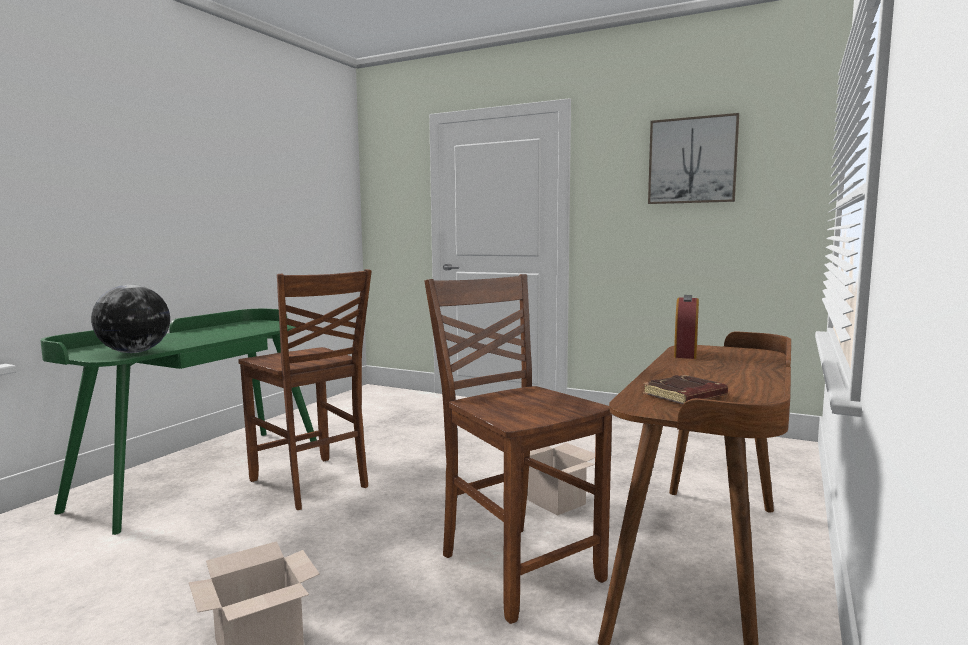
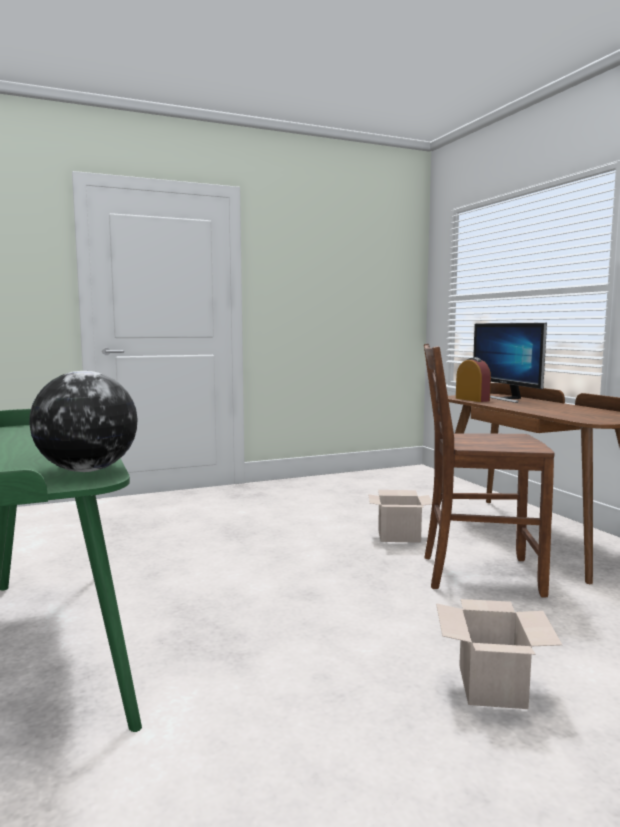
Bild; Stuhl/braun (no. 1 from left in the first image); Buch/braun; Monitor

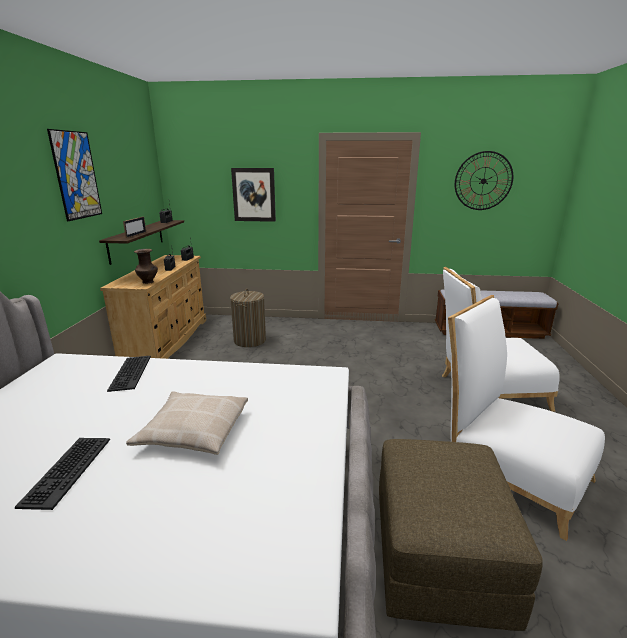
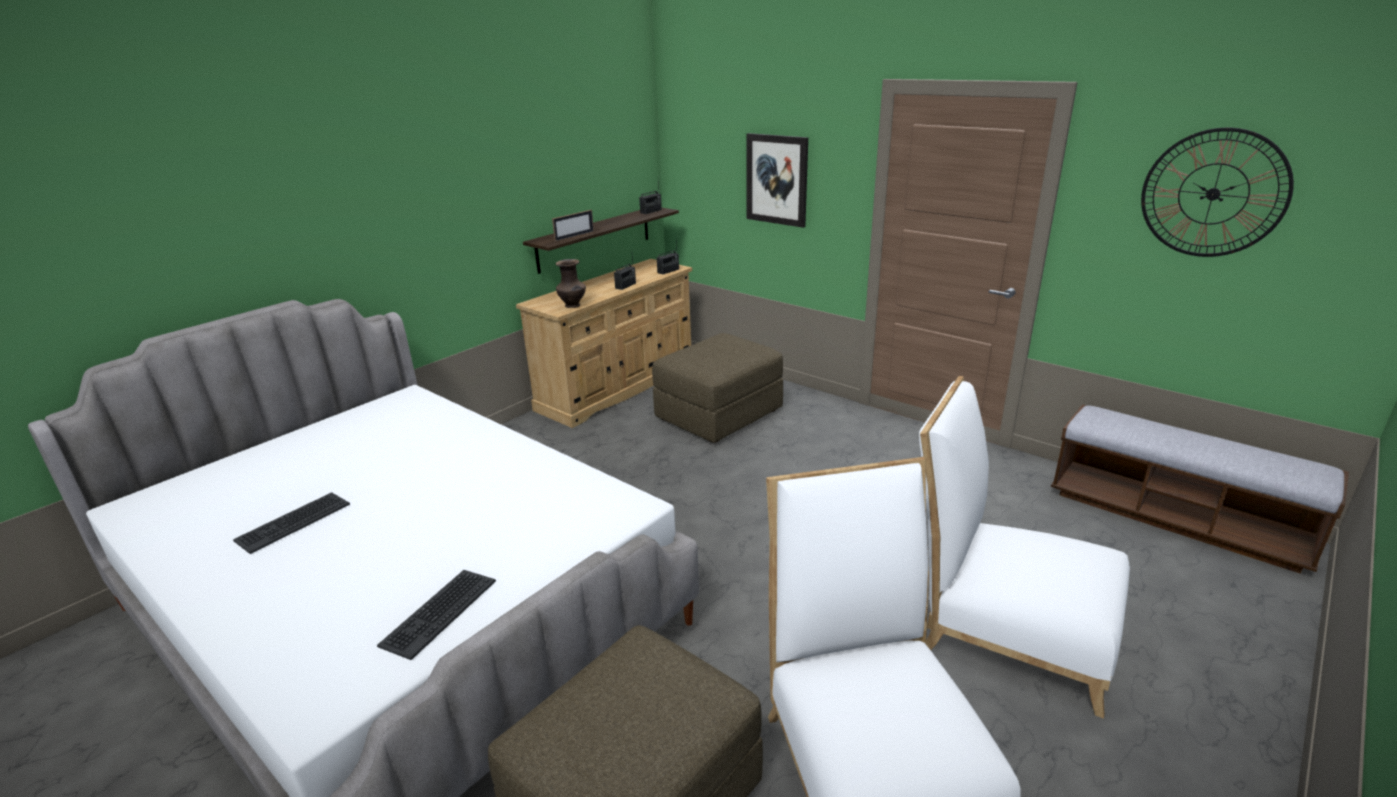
Bild (no. 1 from left in the first image); Polsterhocker/braun (no. 2 from left); Tastatur (no. 2 from left); Kissen/beige

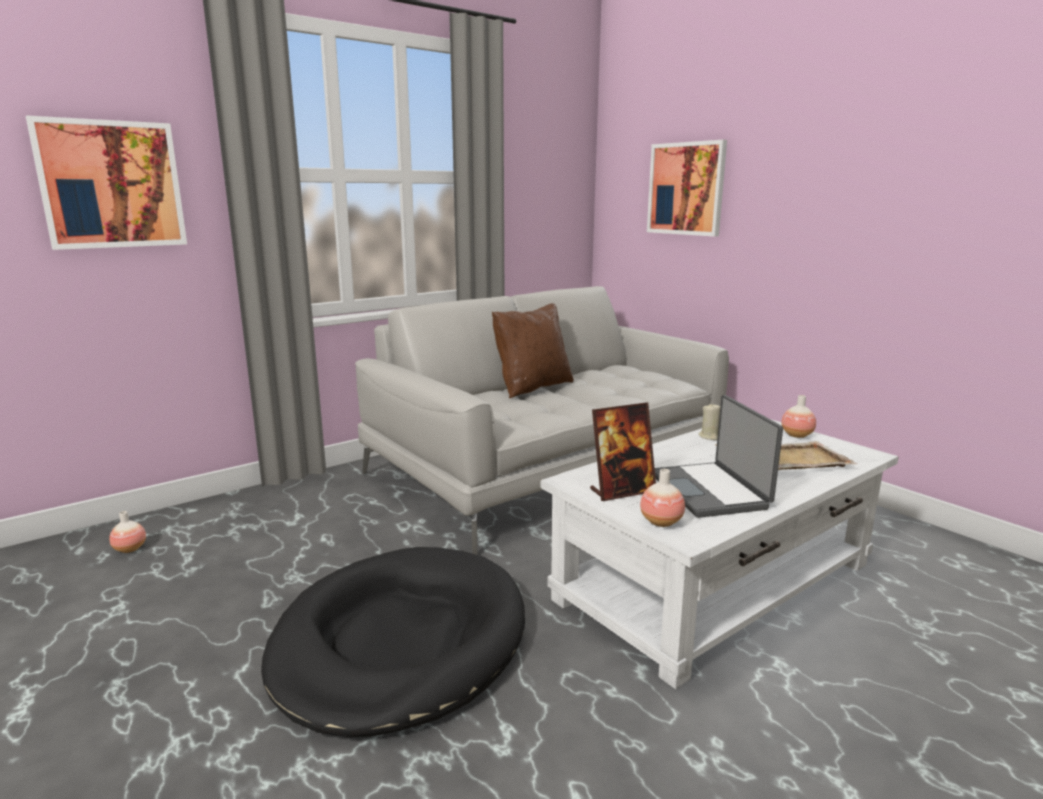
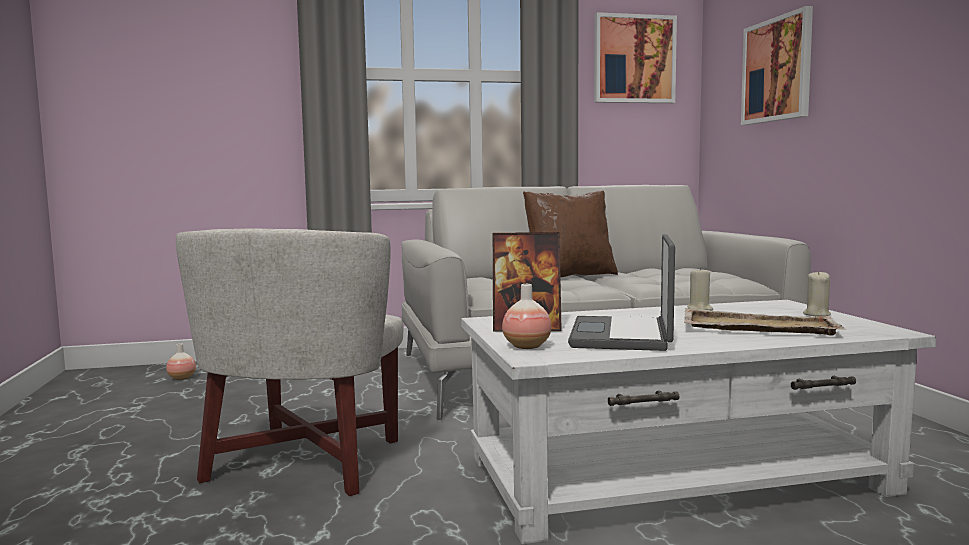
Bild (no. 1 from left); Kerze/beige (no. 2 from left); Sessel/weiß

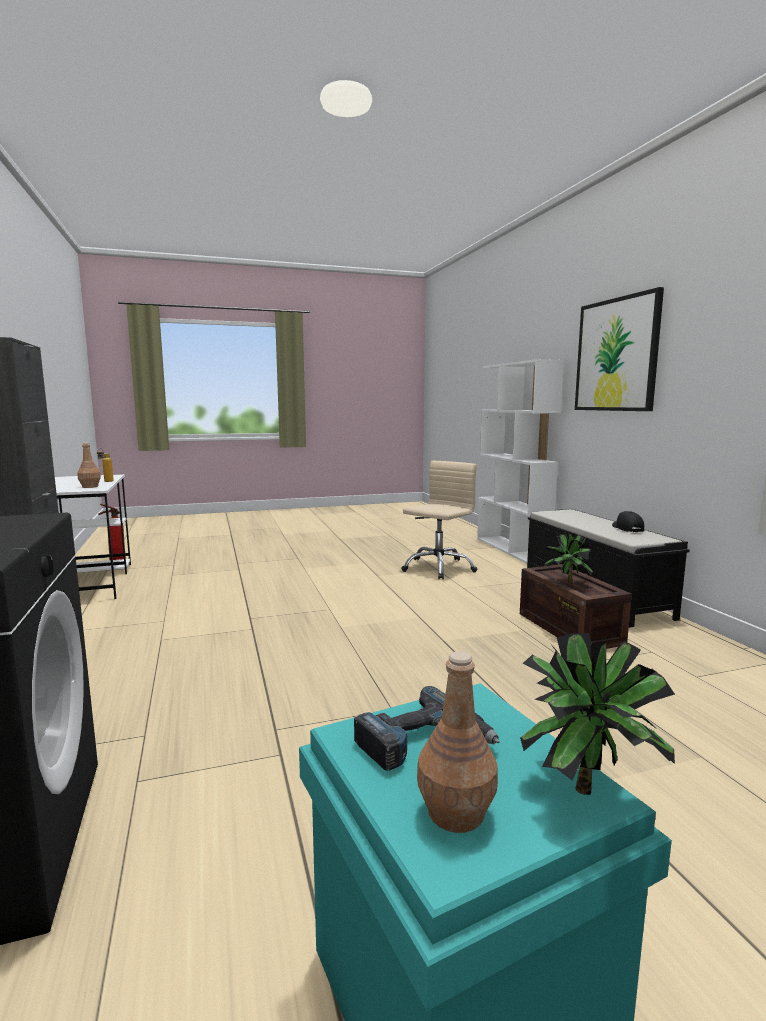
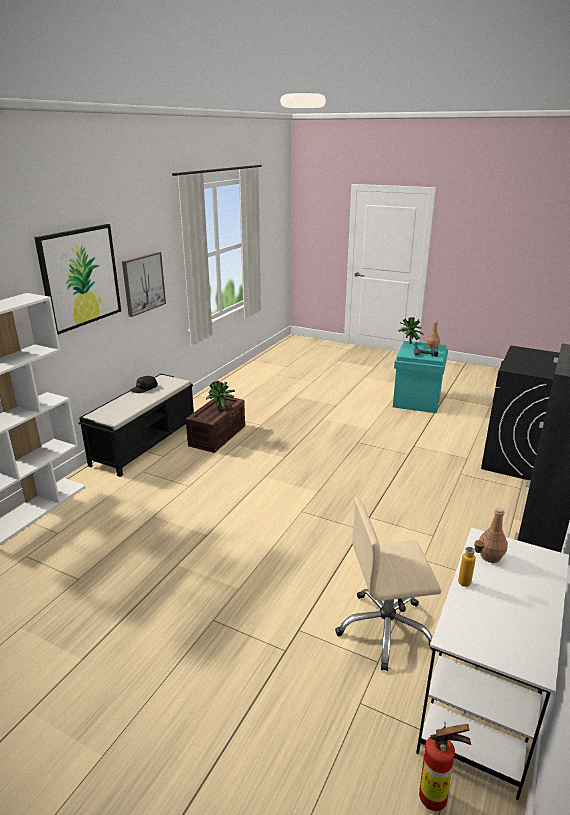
Bürostuhl/beige; Bild (no. 2 from left)

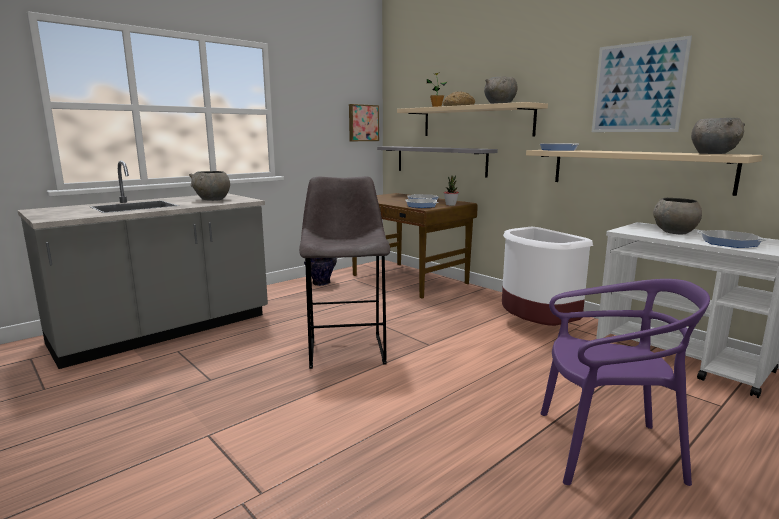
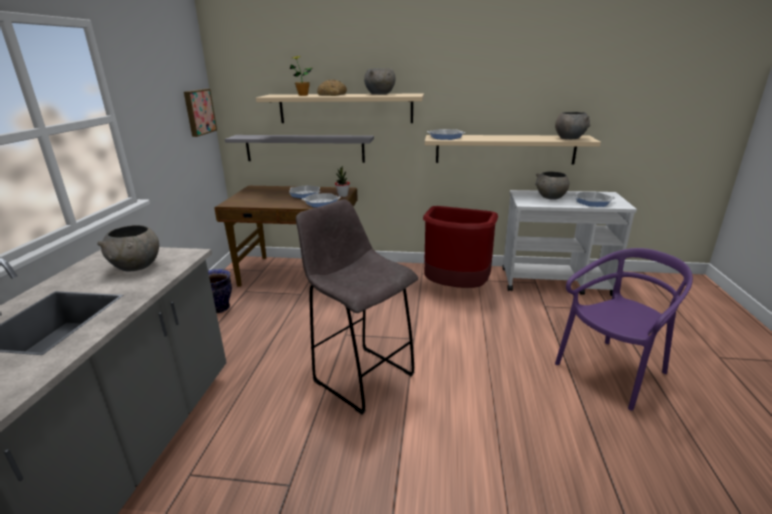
Bild (no. 2 from left in the first image); Mülleimer/rot

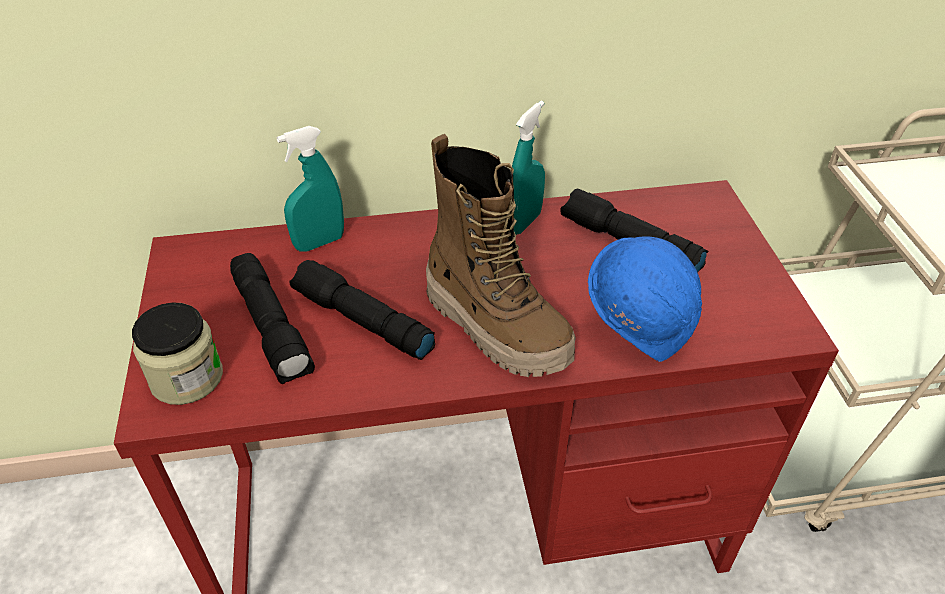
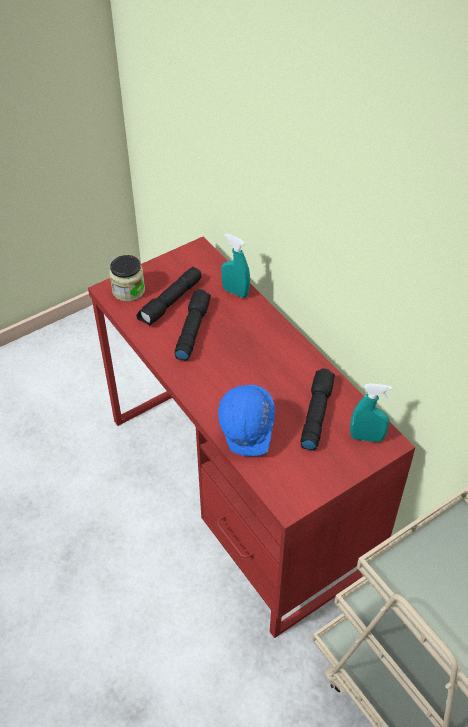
Sprühflasche/türkis (no. 2 from left); Stiefel

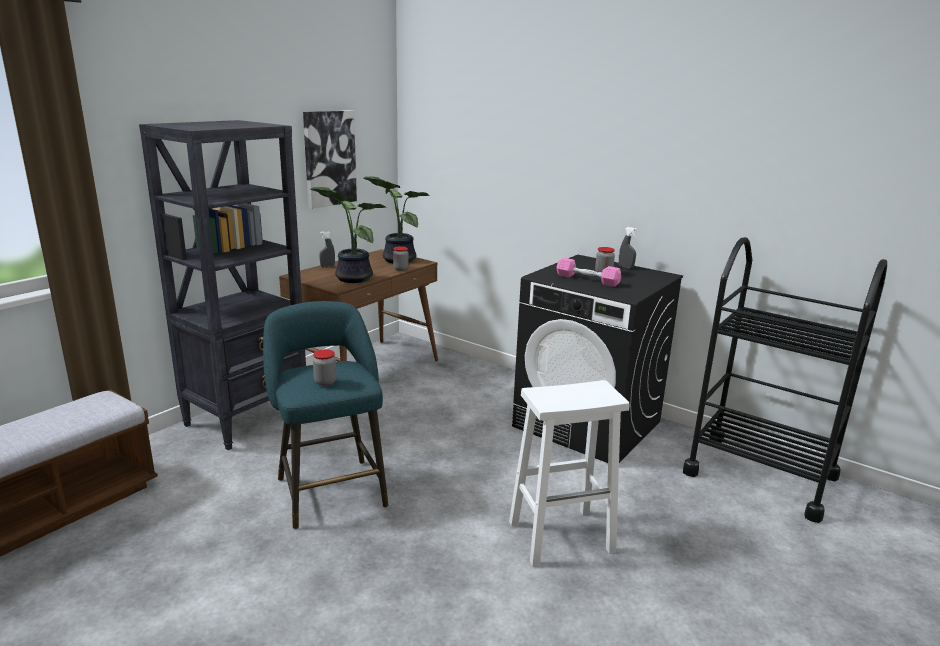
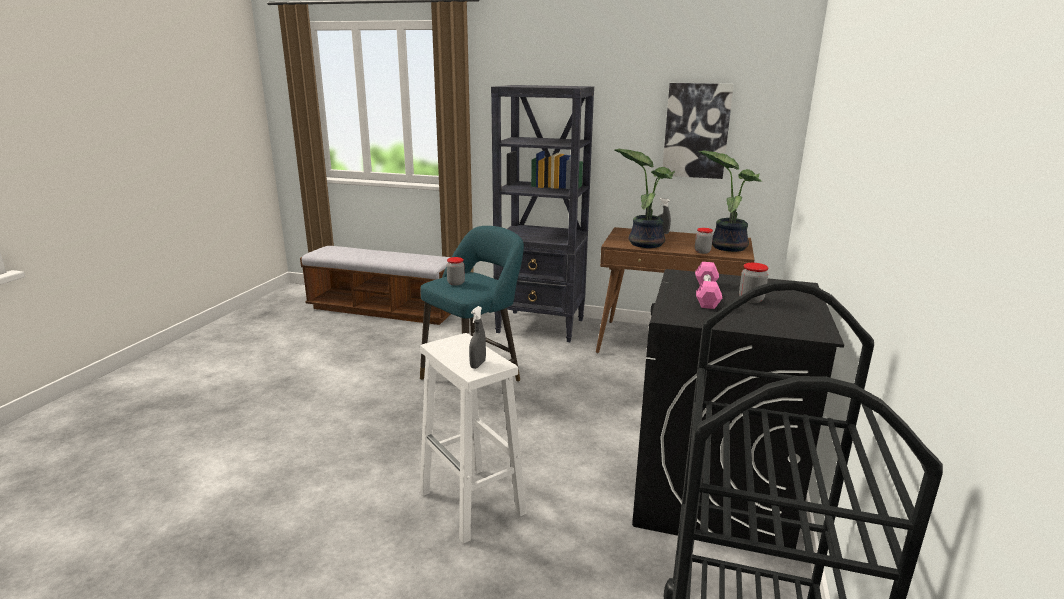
Sprühflasche/grau (no. 1 from left)

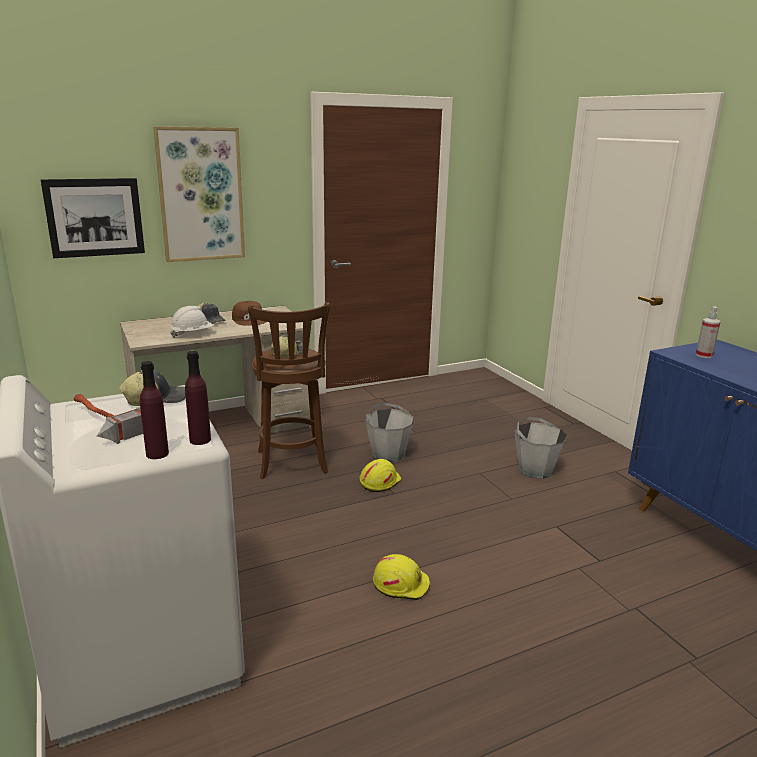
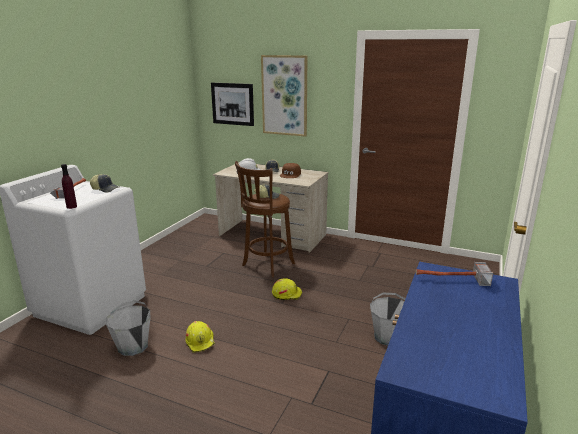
Hammer (no. 2 from left); Flasche/lila (no. 1 from left in the first image); Eimer/grau (no. 1 from left)

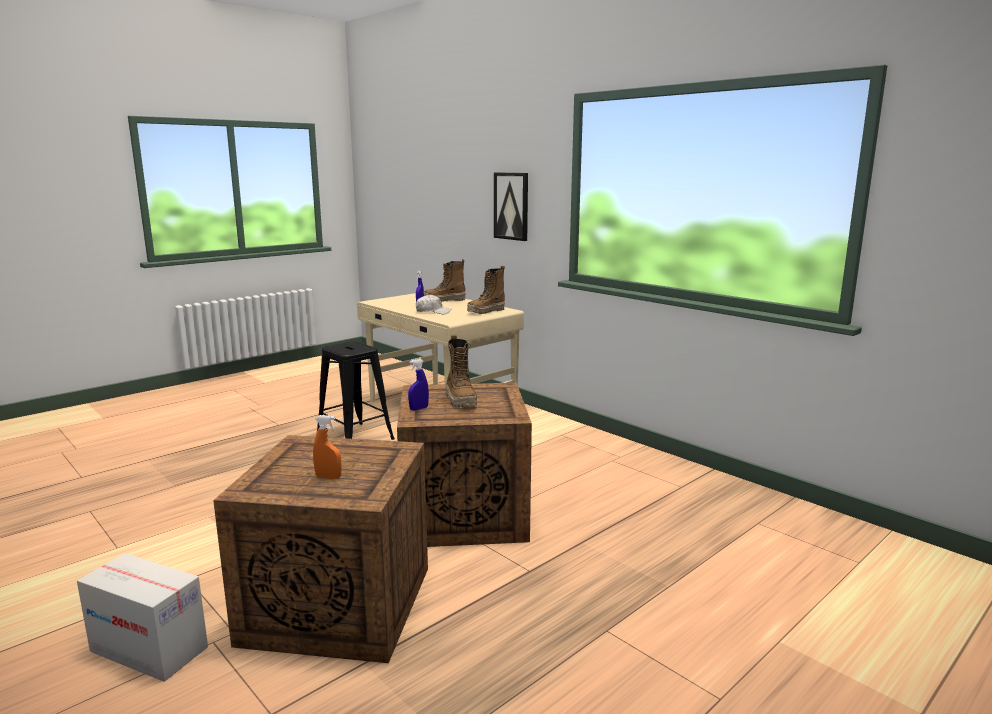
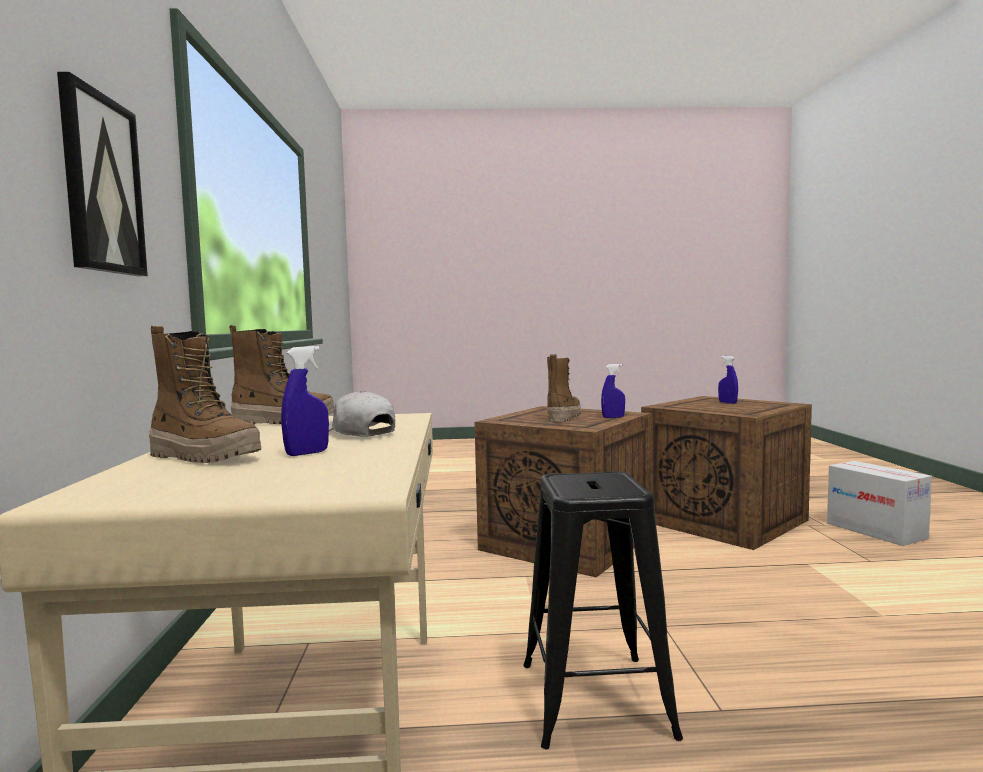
Sprühflasche/blau (no. 3 from left)

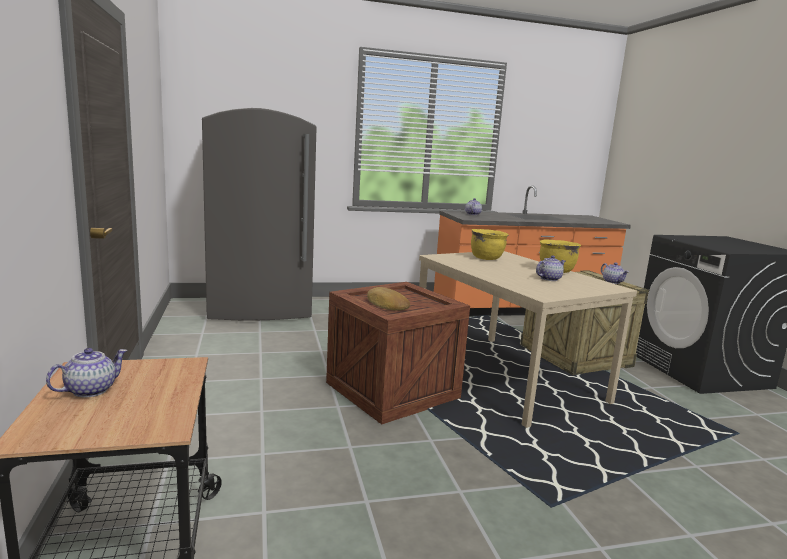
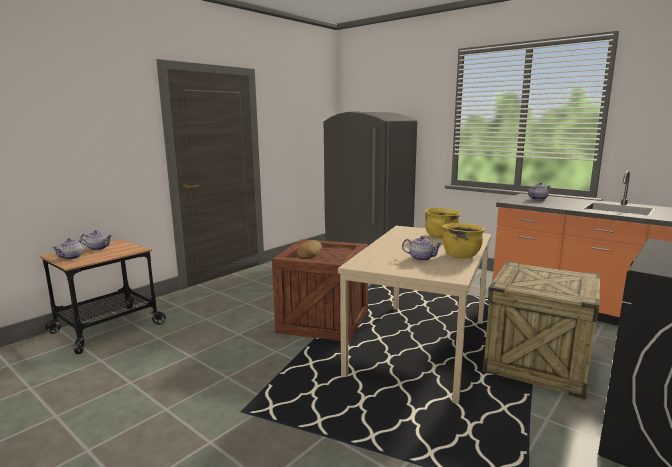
Teekanne (no. 1 from left)

